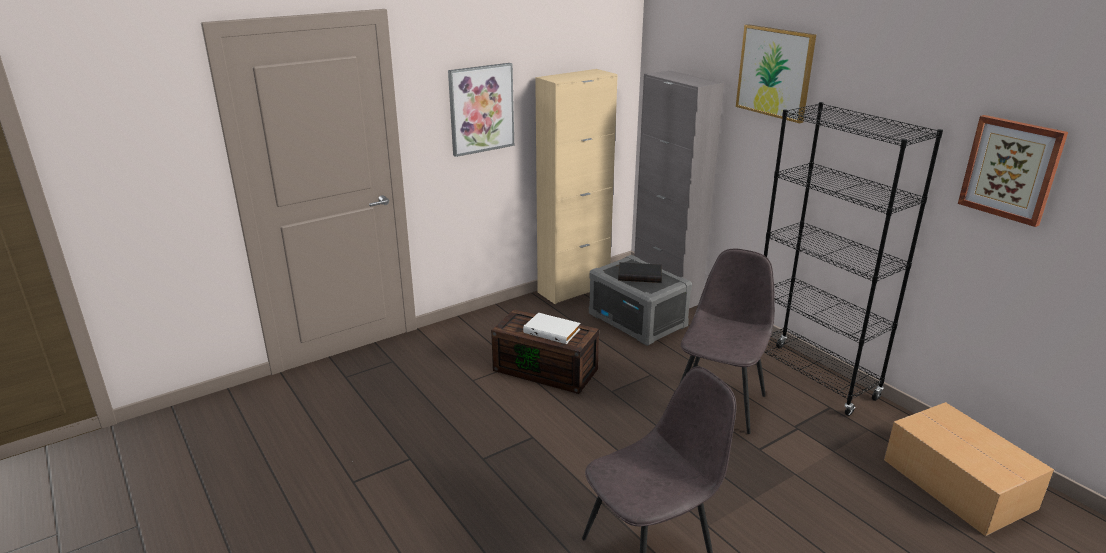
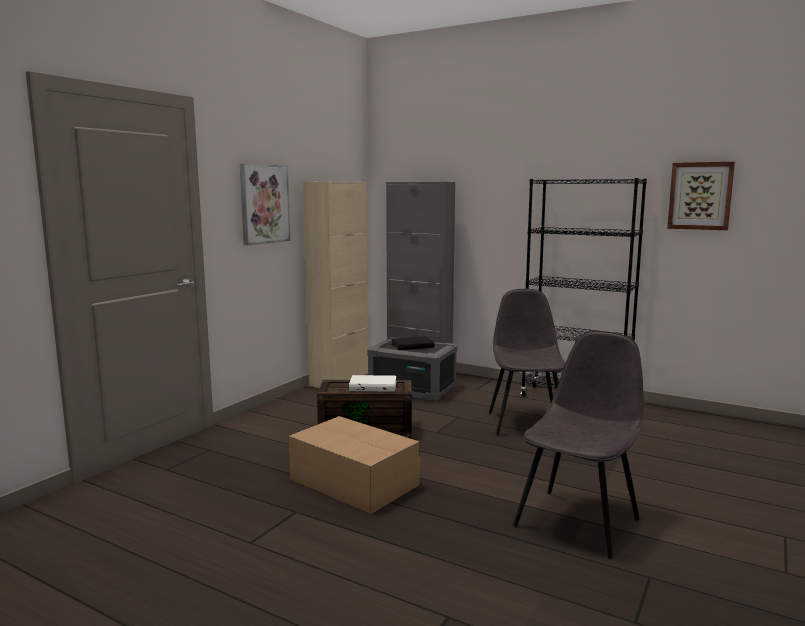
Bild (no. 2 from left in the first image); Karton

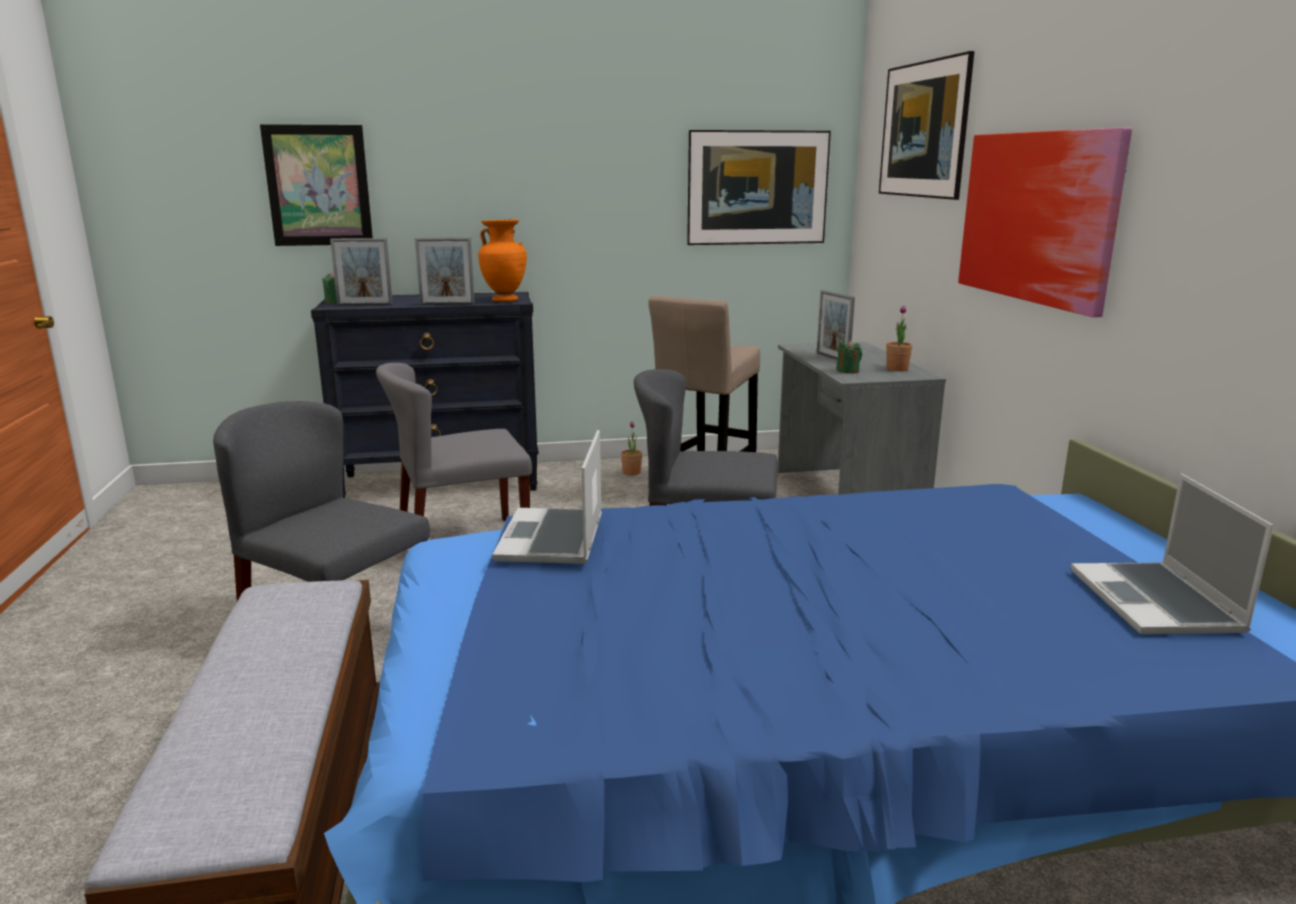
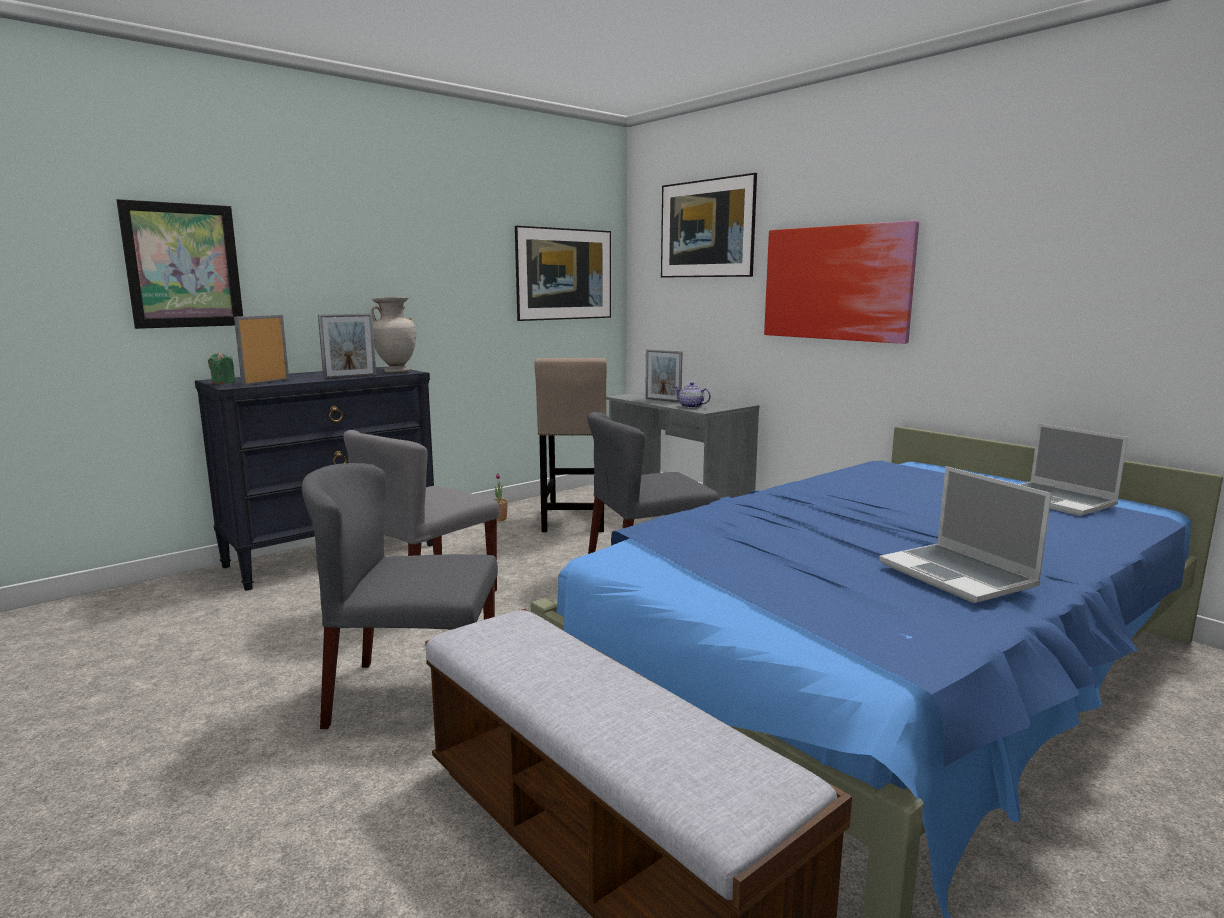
Vase/beige; Bilderrahmen (no. 1 from left); Topfpflanze (no. 2 from left in the first image); Teekanne; Laptop (no. 1 from left)

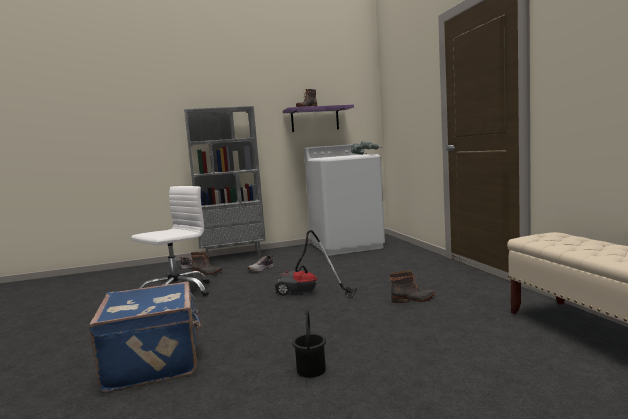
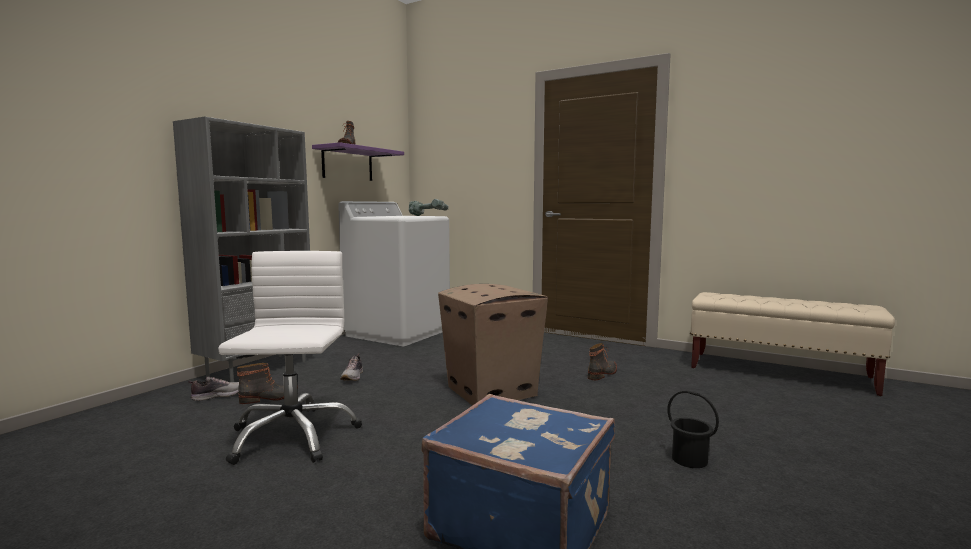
Karton

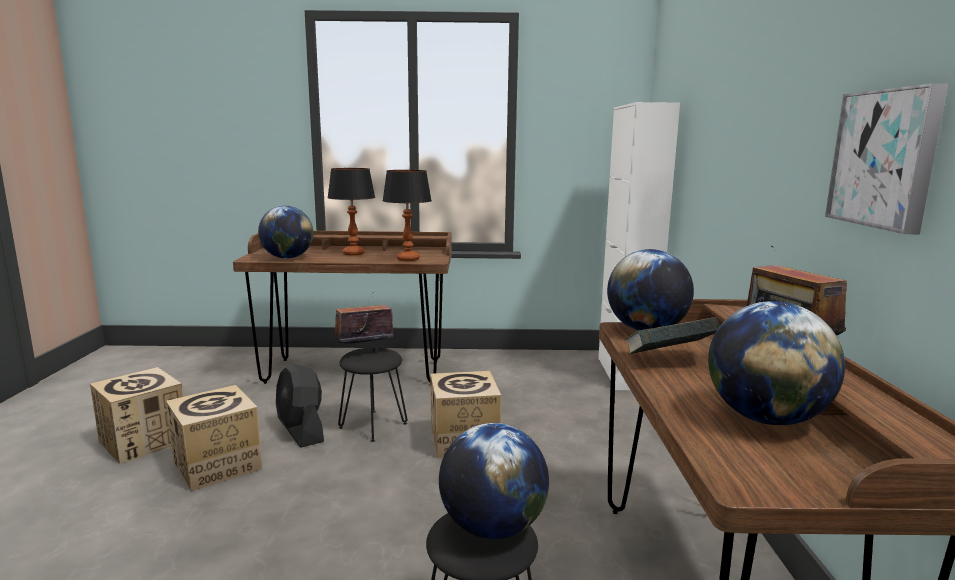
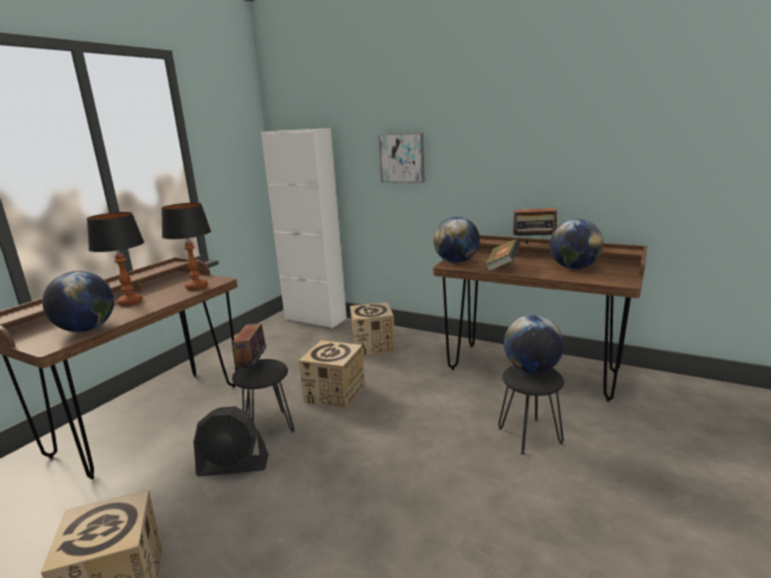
Bild; Karton (no. 3 from left)

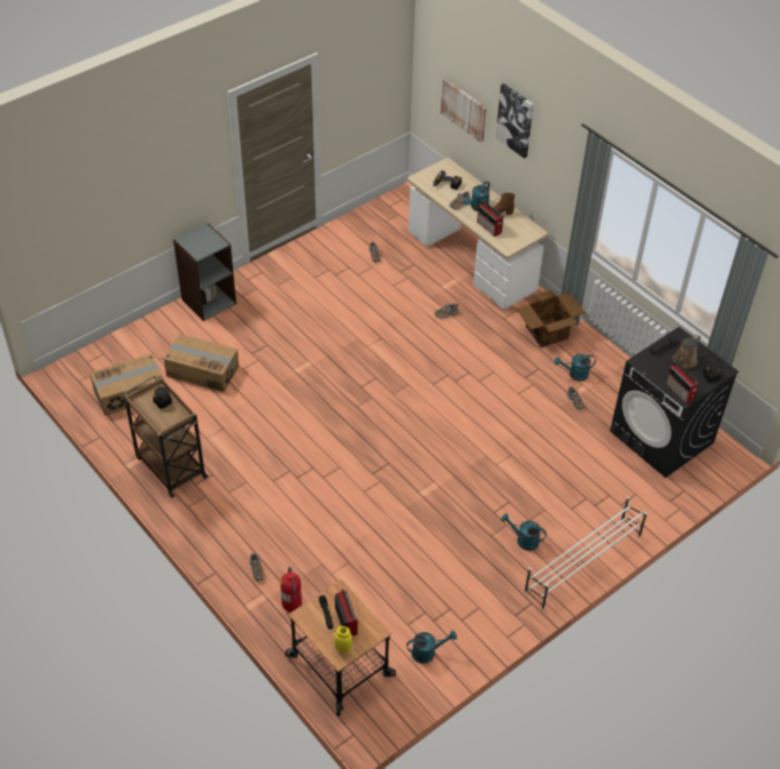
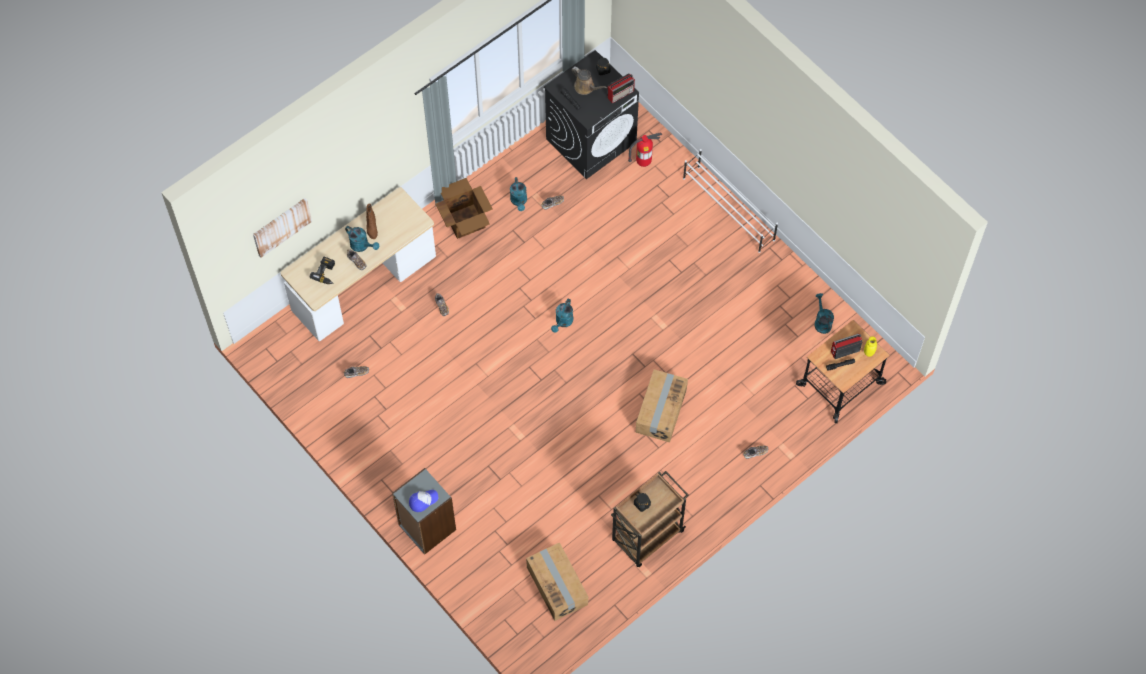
Bild (no. 2 from left in the first image); Radio (no. 2 from left in the first image); Karton (no. 3 from left); Gießkanne/türkis (no. 3 from left); Feuerlöscher; Kappe

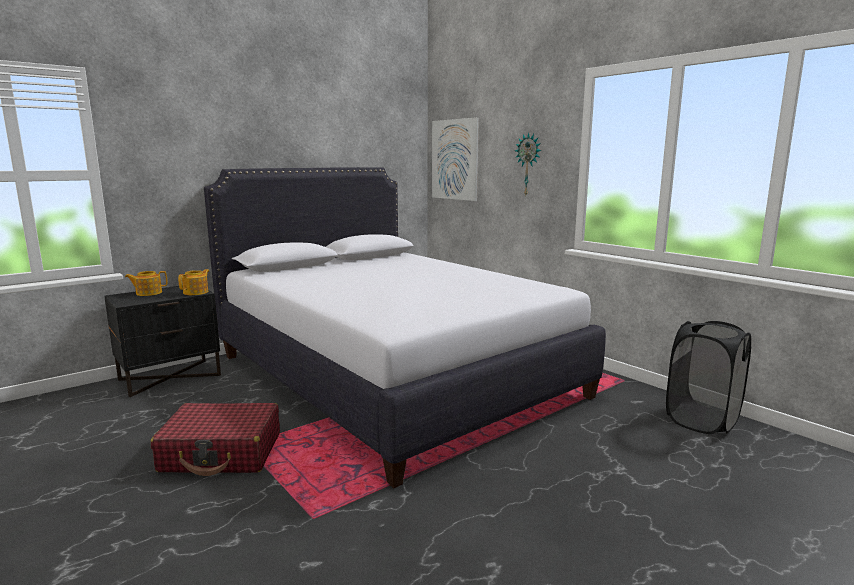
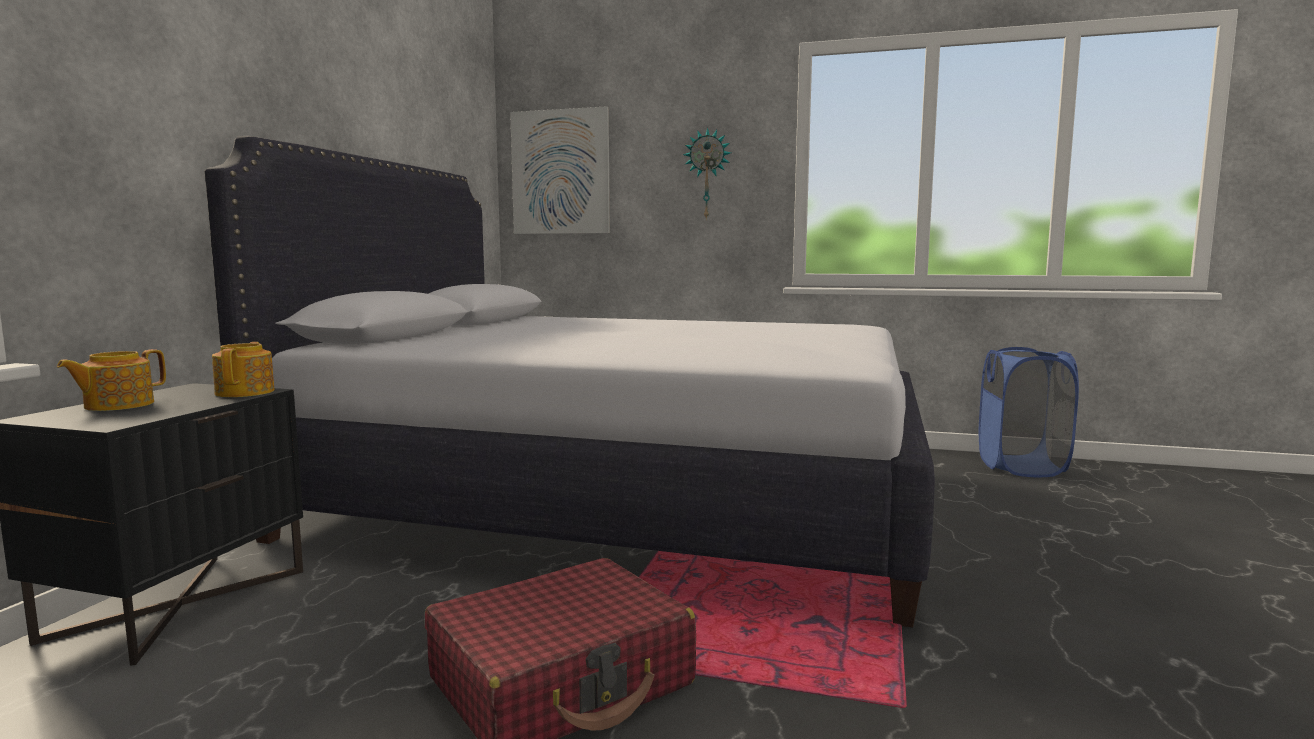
Wäschekorb/blau

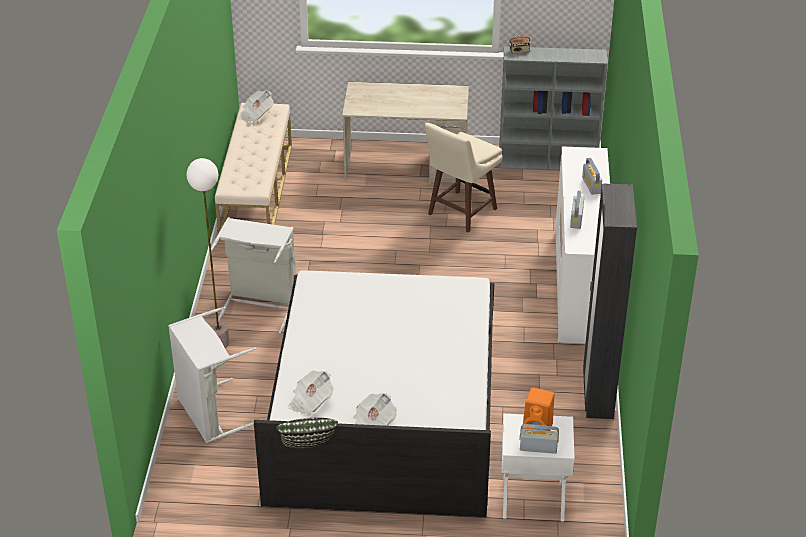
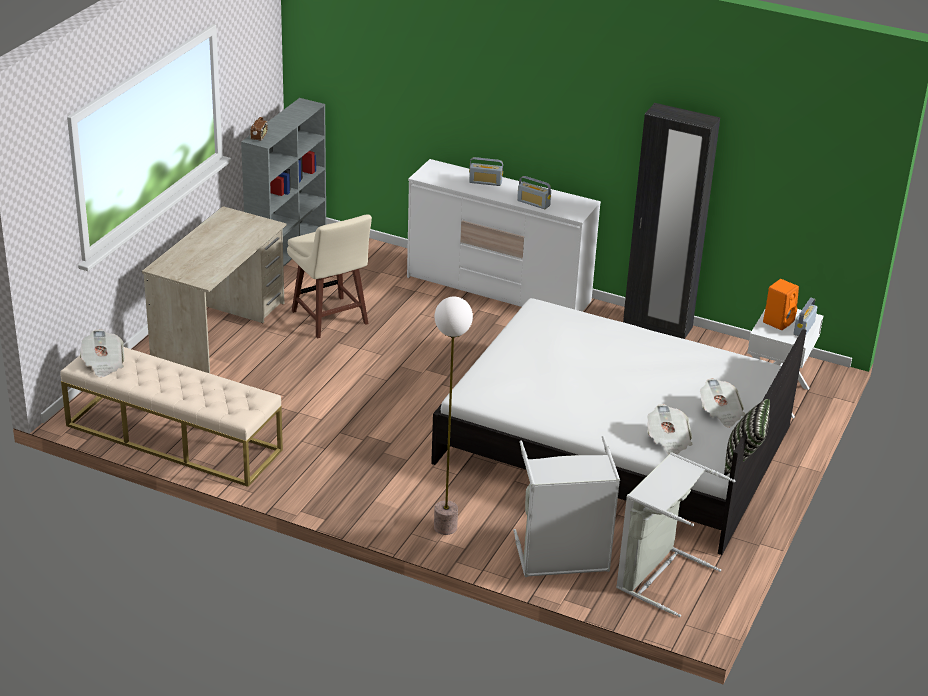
Wäschekorb/grau (no. 2 from left)

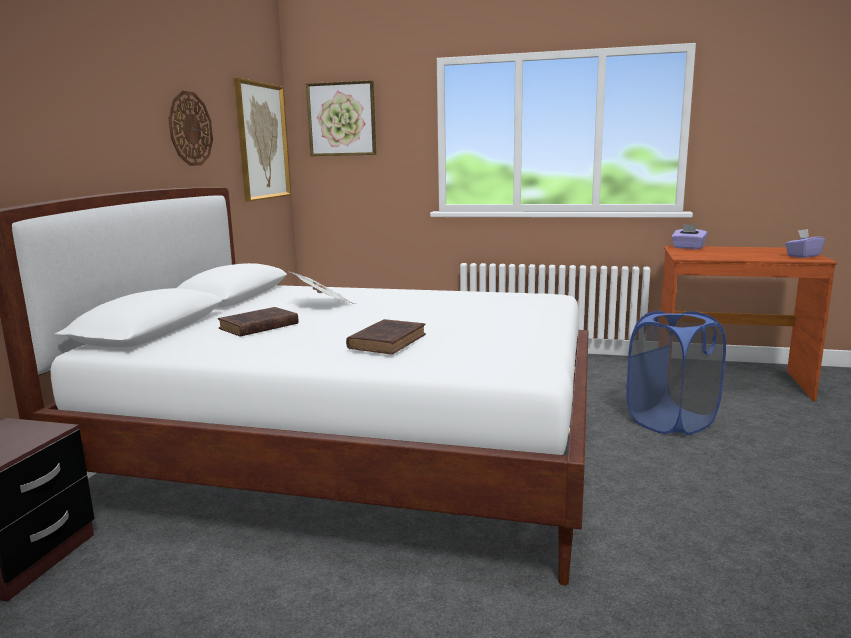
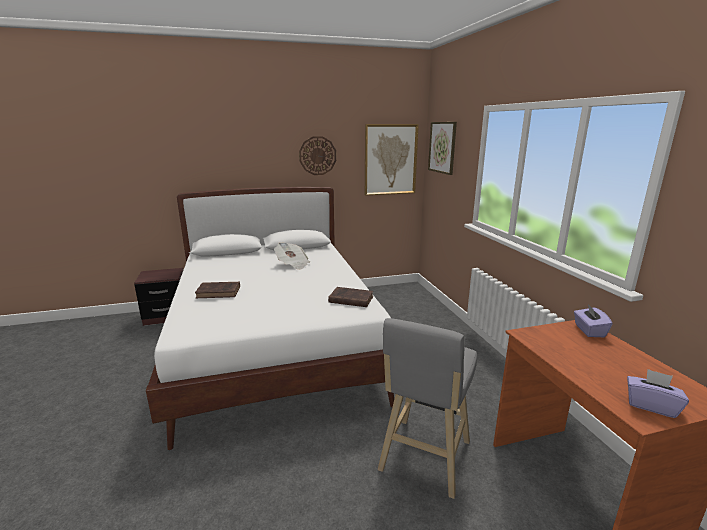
Buch/braun (no. 2 from left); Hocker/grau

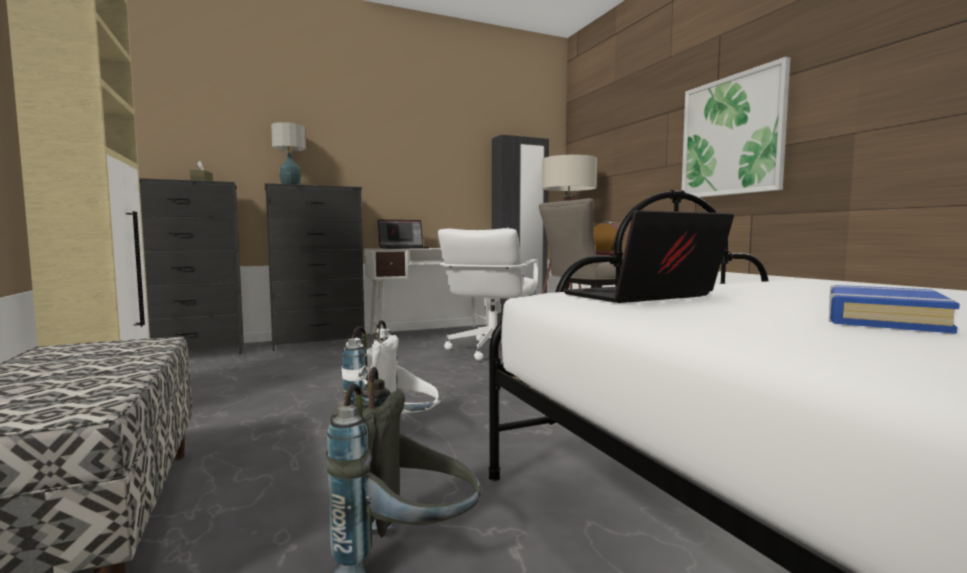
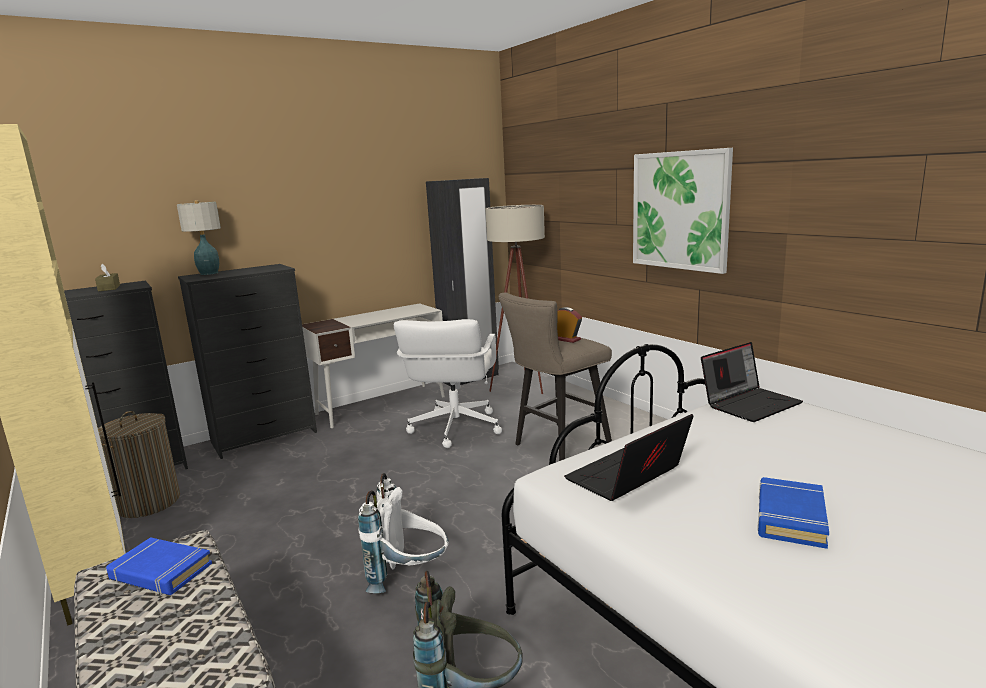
Laptop (no. 2 from left); Wäschekorb; Buch/blau (no. 1 from left)

